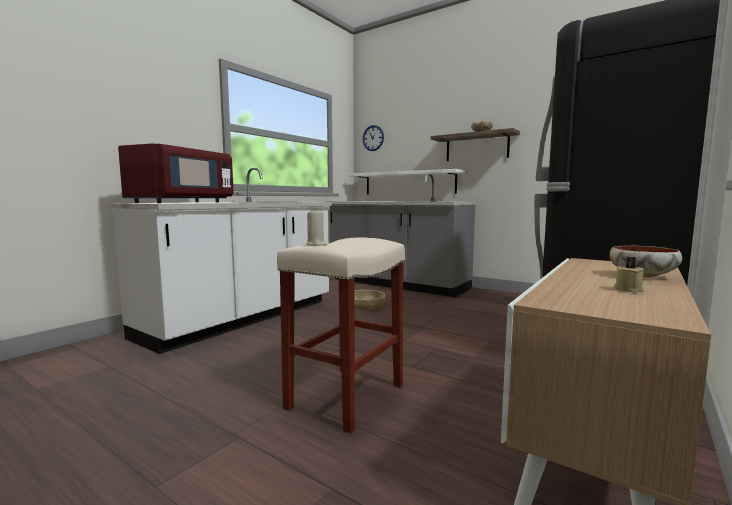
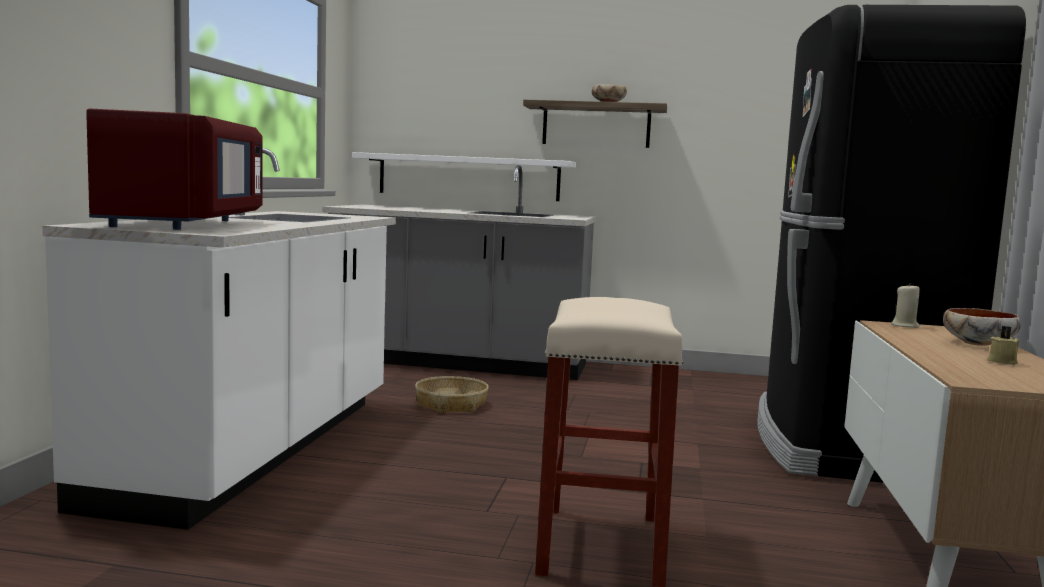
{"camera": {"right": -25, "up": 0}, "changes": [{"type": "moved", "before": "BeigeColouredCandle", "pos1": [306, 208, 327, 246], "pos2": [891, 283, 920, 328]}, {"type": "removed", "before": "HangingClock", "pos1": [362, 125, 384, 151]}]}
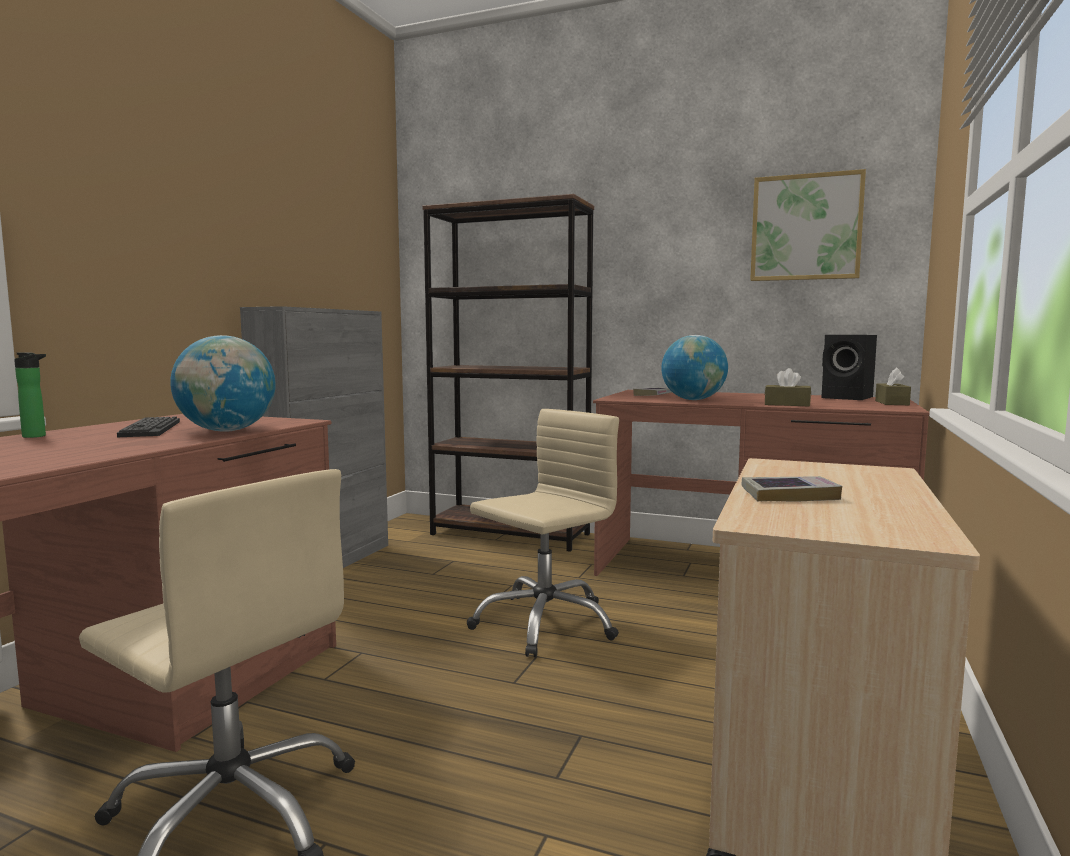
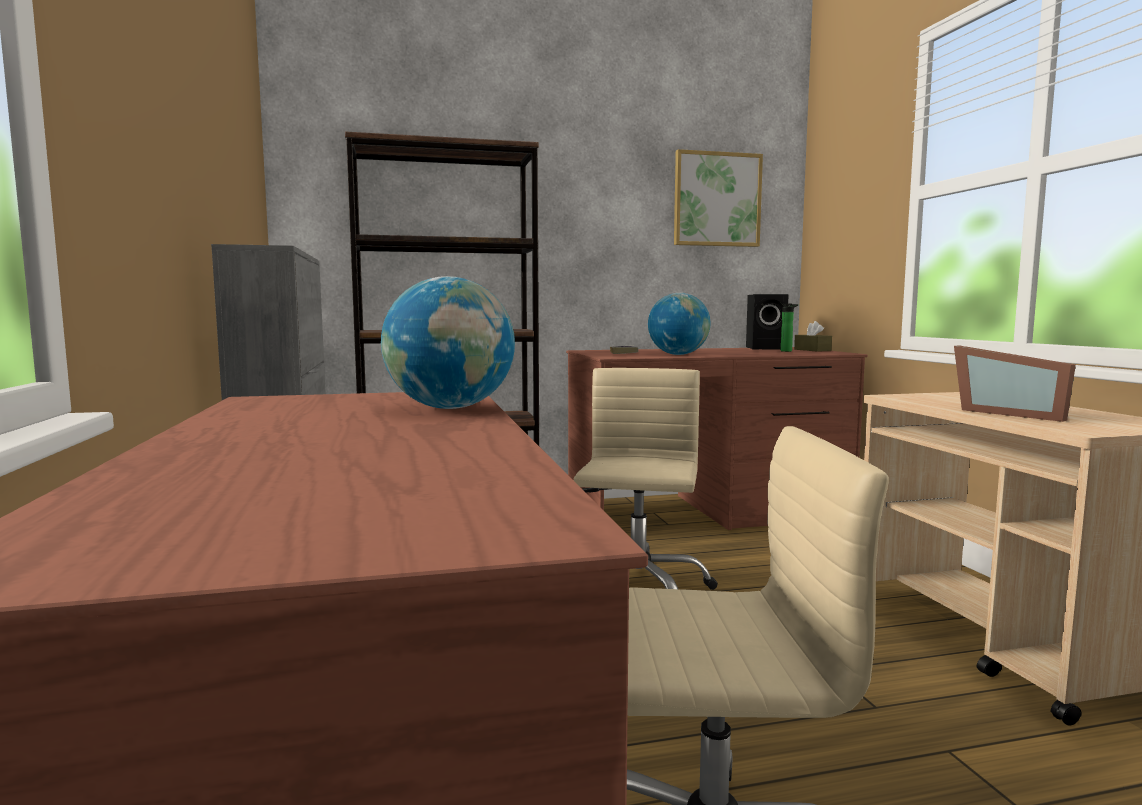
{"camera": {"right": -35, "up": 0}, "changes": [{"type": "moved", "before": "DrinkBottle", "pos1": [14, 352, 46, 438], "pos2": [781, 303, 798, 352]}, {"type": "removed", "before": "PcKeyboard", "pos1": [117, 416, 180, 437]}, {"type": "replaced", "before": "BoundBook", "after": "PictureFrame", "pos1": [741, 476, 842, 502], "pos2": [954, 345, 1076, 422]}, {"type": "removed", "before": "BrownBoxOfTissues", "pos1": [764, 368, 811, 407]}]}
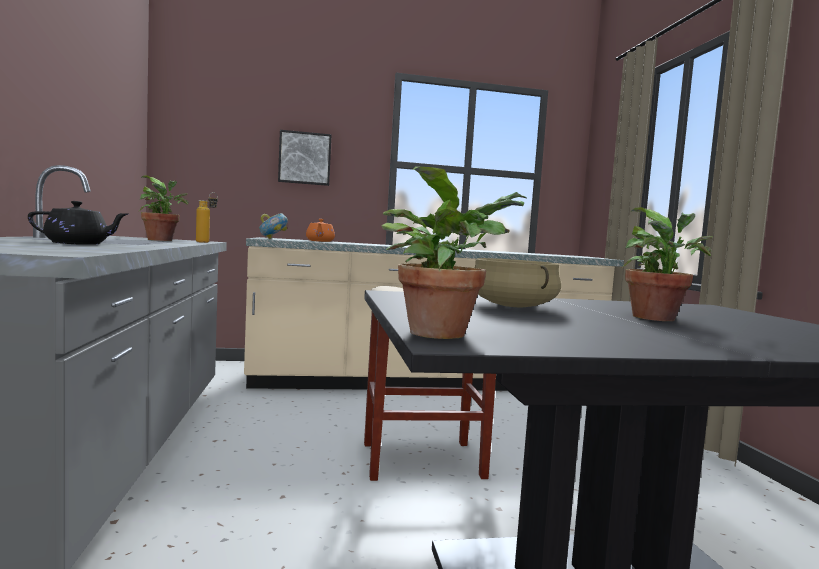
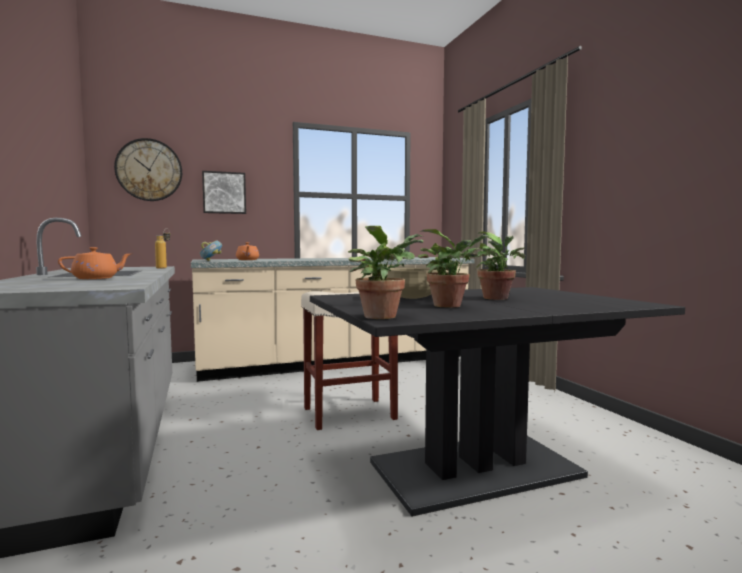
{"camera": {"right": -10, "up": 0}, "changes": [{"type": "recoloured", "before": "BlackishPotForTea", "after": "OrangeyPotForTea", "pos1": [28, 201, 128, 245], "pos2": [58, 247, 131, 279]}, {"type": "moved", "before": "PlantInAPot", "pos1": [138, 176, 189, 241], "pos2": [418, 229, 490, 308]}, {"type": "added", "after": "HangingClock", "pos2": [114, 138, 182, 201]}]}
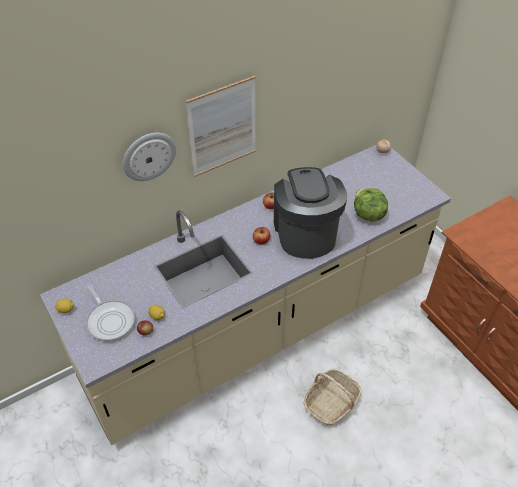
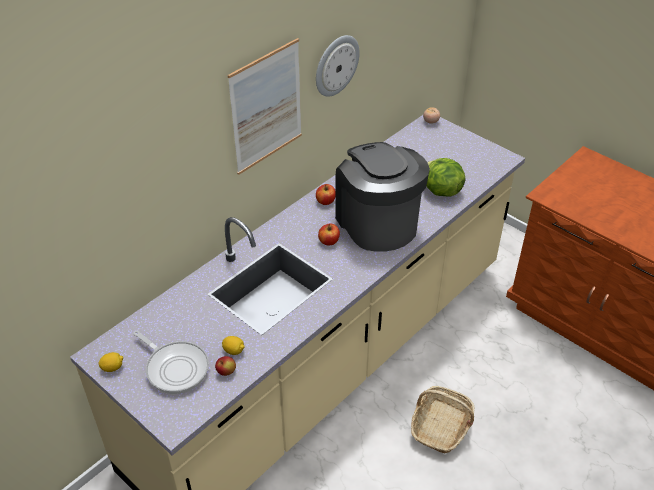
{"camera": {"right": -15, "up": -5}, "changes": [{"type": "moved", "before": "HangingClock", "pos1": [123, 133, 176, 181], "pos2": [316, 35, 360, 97]}]}
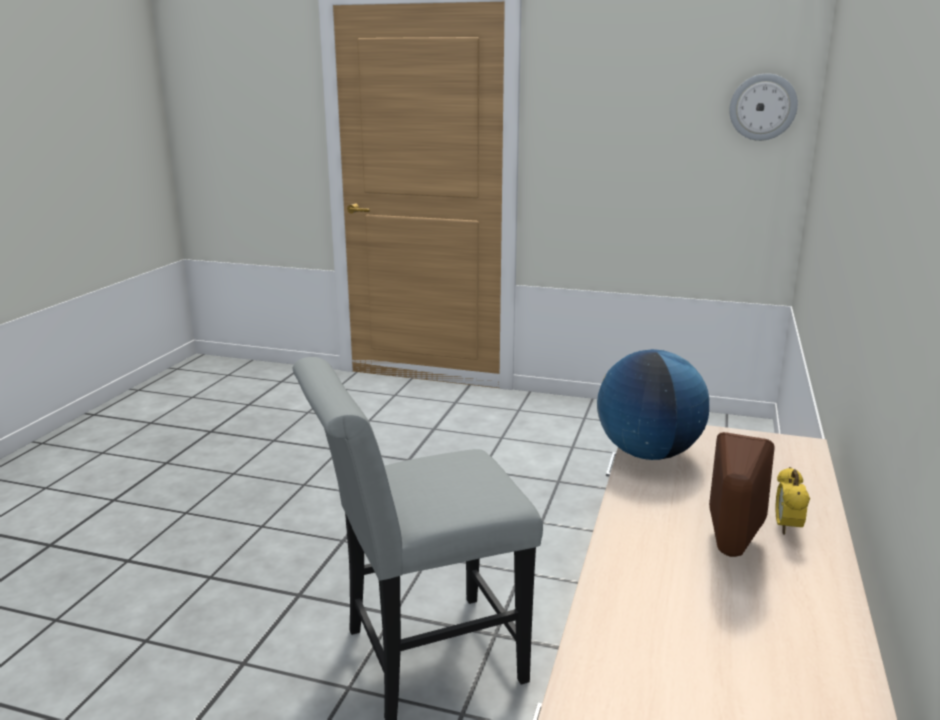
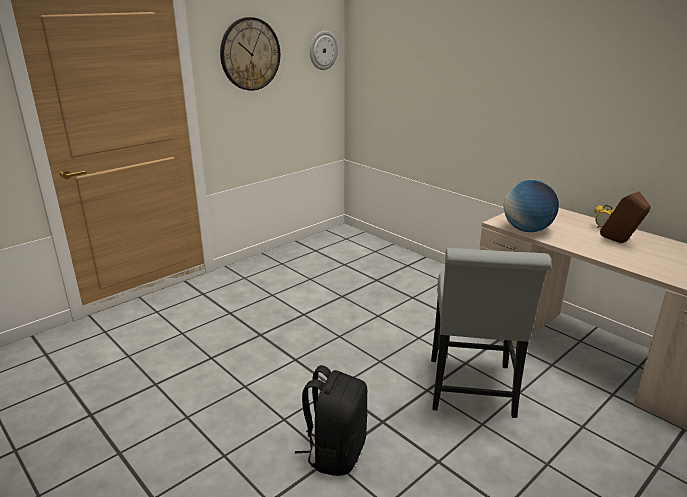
{"camera": {"right": -60, "up": 5}, "changes": [{"type": "added", "after": "HangingClock", "pos2": [220, 17, 280, 91]}, {"type": "added", "after": "BlackishBackpack", "pos2": [295, 365, 368, 476]}]}
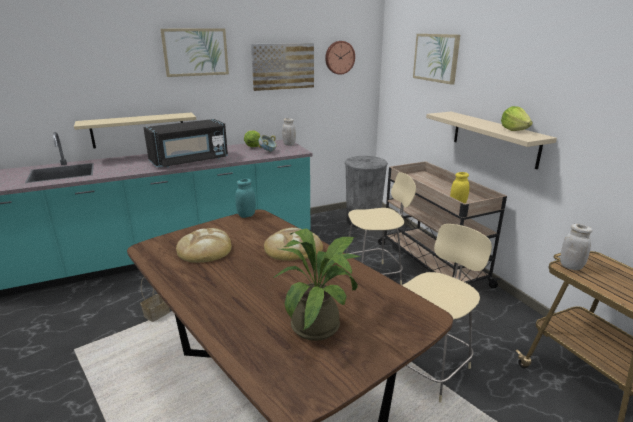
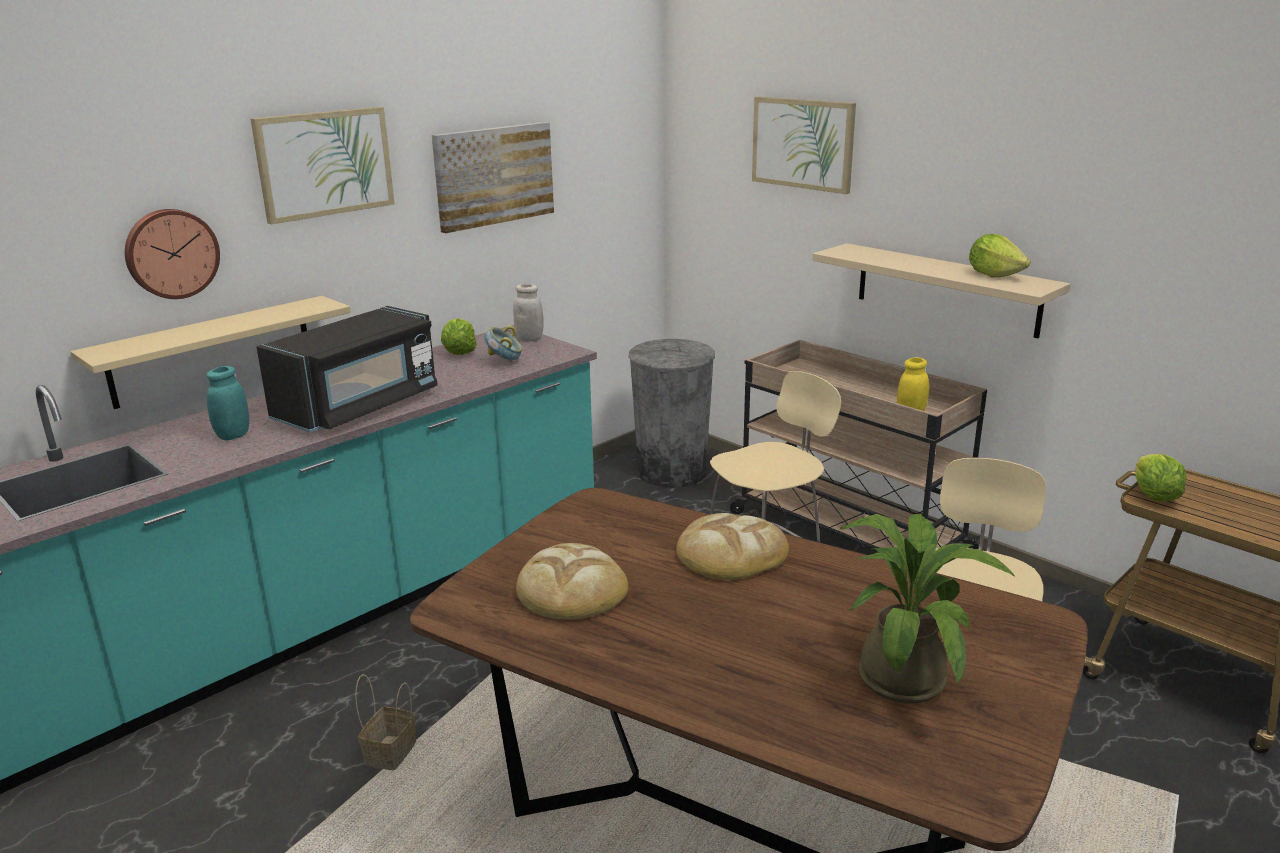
{"camera": {"right": -20, "up": 0}, "changes": [{"type": "moved", "before": "BlueGreenPreserveJar", "pos1": [235, 179, 256, 218], "pos2": [206, 366, 249, 441]}, {"type": "moved", "before": "HangingClock", "pos1": [325, 41, 355, 75], "pos2": [125, 209, 220, 299]}, {"type": "replaced", "before": "WhiteColouredPreserveJar", "after": "HeadOfLettuce", "pos1": [560, 224, 592, 270], "pos2": [1135, 454, 1187, 501]}]}
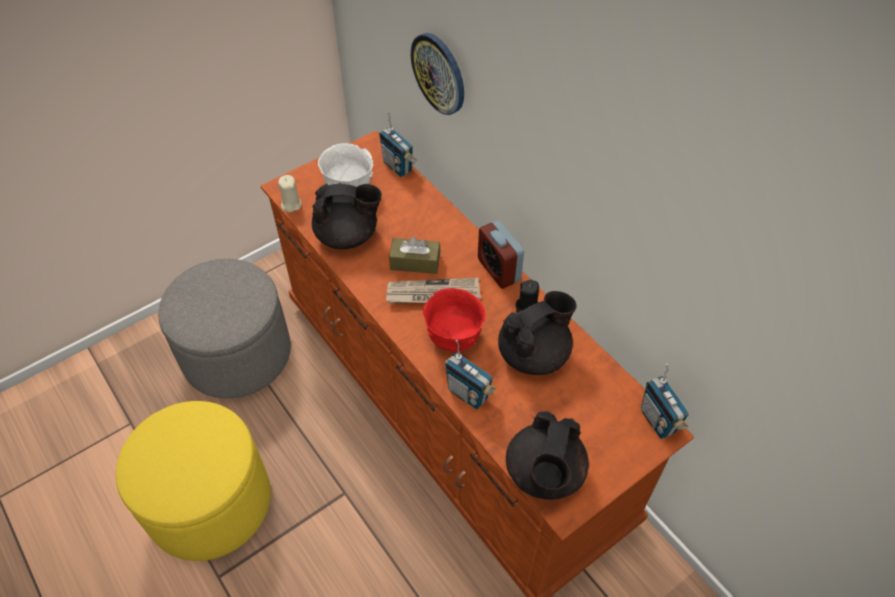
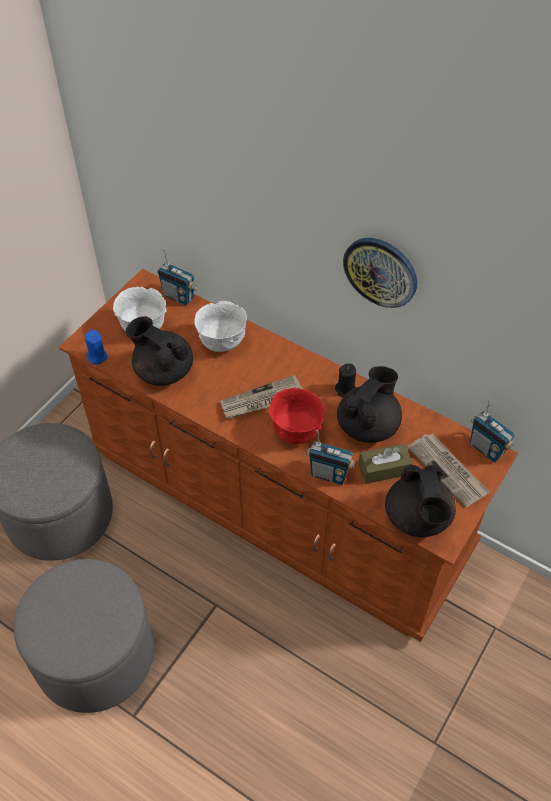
{"camera": {"right": -20, "up": 0}, "changes": [{"type": "recoloured", "before": "YellowColouredFootrest", "after": "GreyishFootrest", "pos1": [116, 401, 271, 561], "pos2": [14, 559, 154, 713]}, {"type": "recoloured", "before": "BeigeColouredCandle", "after": "BlueCandle", "pos1": [278, 175, 301, 212], "pos2": [84, 330, 107, 365]}, {"type": "turned", "before": "BlackishPotForTea", "pos1": [312, 184, 382, 249], "pos2": [126, 317, 193, 386], "turn": -120}, {"type": "moved", "before": "BrownBoxOfTissues", "pos1": [389, 237, 441, 274], "pos2": [358, 444, 413, 484]}, {"type": "moved", "before": "HangingClock", "pos1": [411, 33, 464, 115], "pos2": [343, 238, 417, 308]}, {"type": "removed", "before": "AlarmClock", "pos1": [478, 220, 524, 289]}, {"type": "added", "after": "WhiteColouredBowl", "pos2": [194, 301, 247, 352]}, {"type": "added", "after": "PrintedPaper", "pos2": [407, 434, 490, 507]}]}
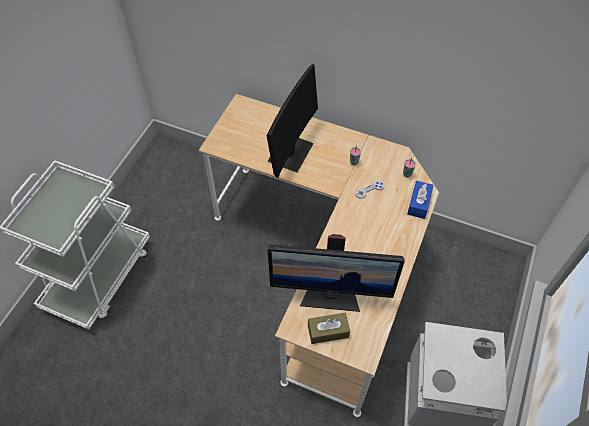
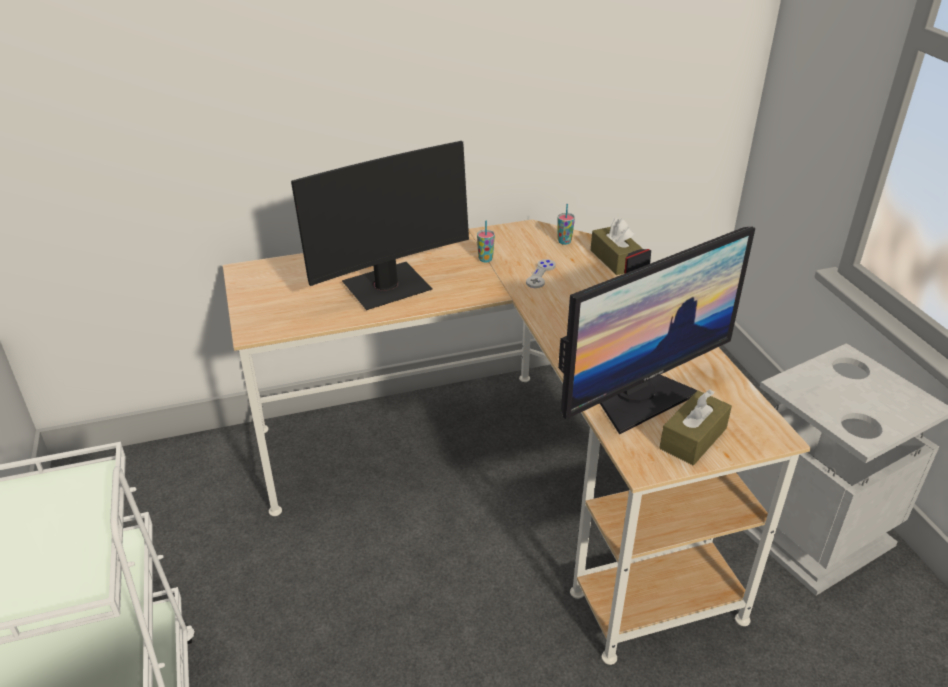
{"camera": {"right": -40, "up": -20}, "changes": [{"type": "turned", "before": "Monitor", "pos1": [266, 64, 318, 178], "pos2": [291, 141, 469, 310], "turn": 75}, {"type": "recoloured", "before": "BlueBoxOfTissues", "after": "BrownBoxOfTissues", "pos1": [407, 181, 434, 219], "pos2": [591, 218, 643, 275]}]}
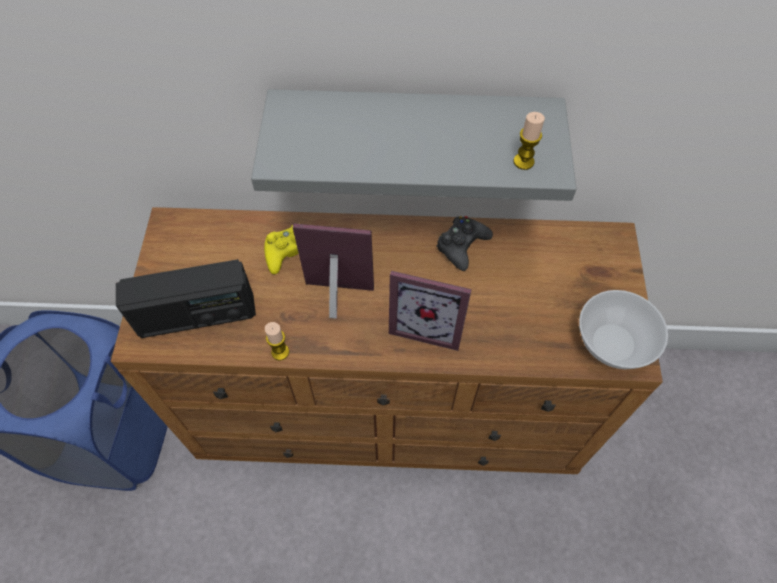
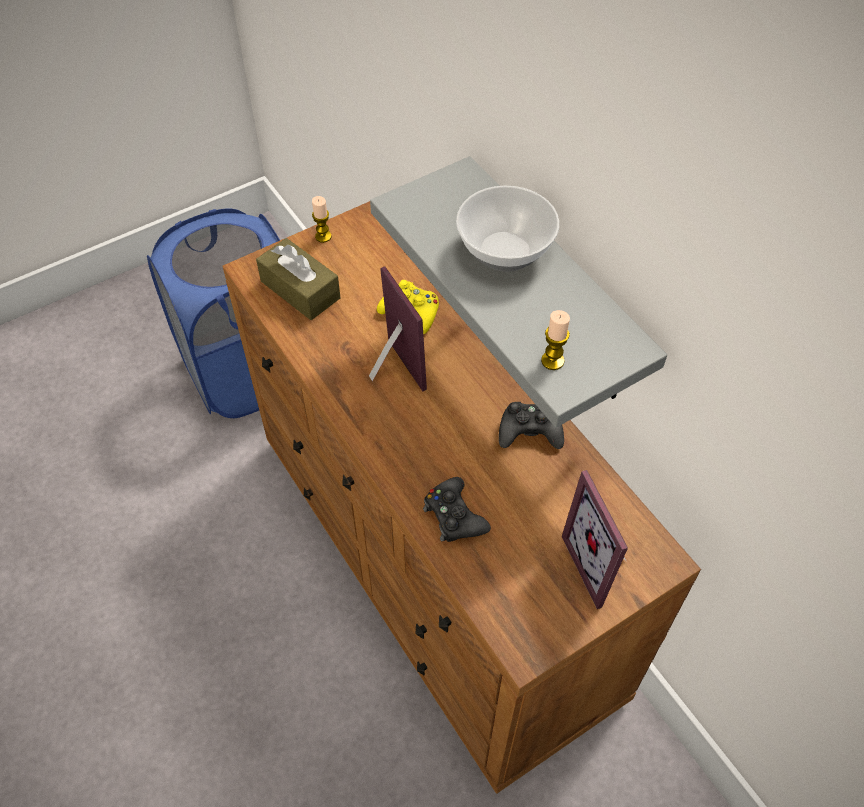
{"camera": {"right": 55, "up": -5}, "changes": [{"type": "replaced", "before": "RadioReceiver", "after": "BrownBoxOfTissues", "pos1": [116, 259, 256, 338], "pos2": [256, 238, 340, 320]}, {"type": "moved", "before": "Candle", "pos1": [265, 322, 289, 360], "pos2": [312, 196, 332, 243]}, {"type": "moved", "before": "PictureFrame", "pos1": [389, 271, 472, 351], "pos2": [562, 470, 628, 609]}, {"type": "moved", "before": "Bowl", "pos1": [579, 290, 668, 369], "pos2": [456, 186, 559, 272]}, {"type": "added", "after": "BlackishJoypad", "pos2": [423, 477, 491, 542]}]}
